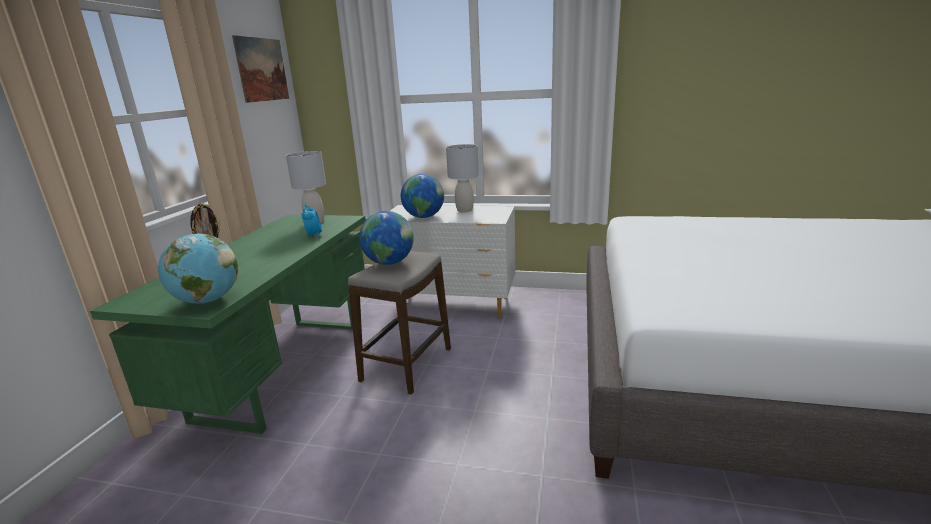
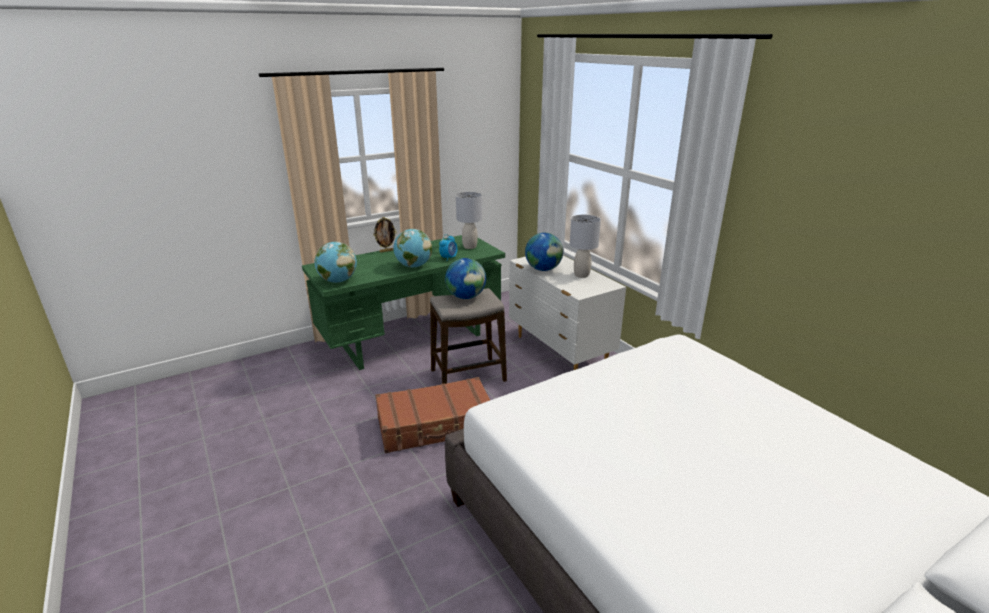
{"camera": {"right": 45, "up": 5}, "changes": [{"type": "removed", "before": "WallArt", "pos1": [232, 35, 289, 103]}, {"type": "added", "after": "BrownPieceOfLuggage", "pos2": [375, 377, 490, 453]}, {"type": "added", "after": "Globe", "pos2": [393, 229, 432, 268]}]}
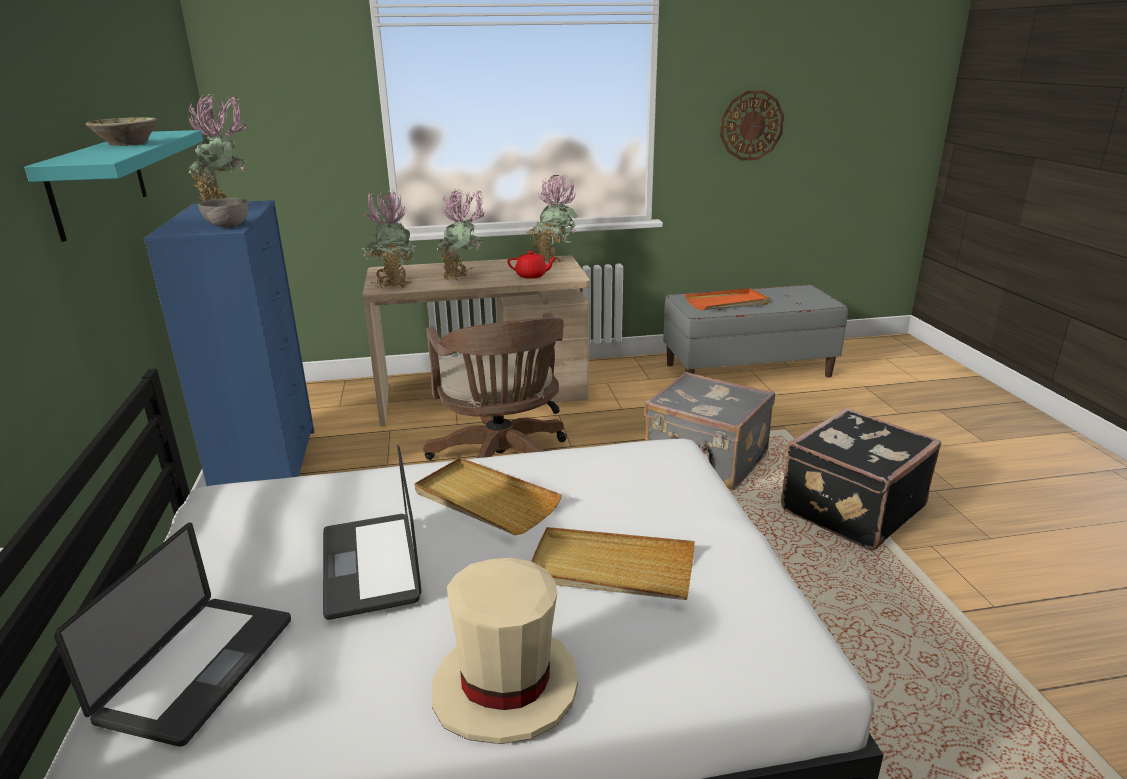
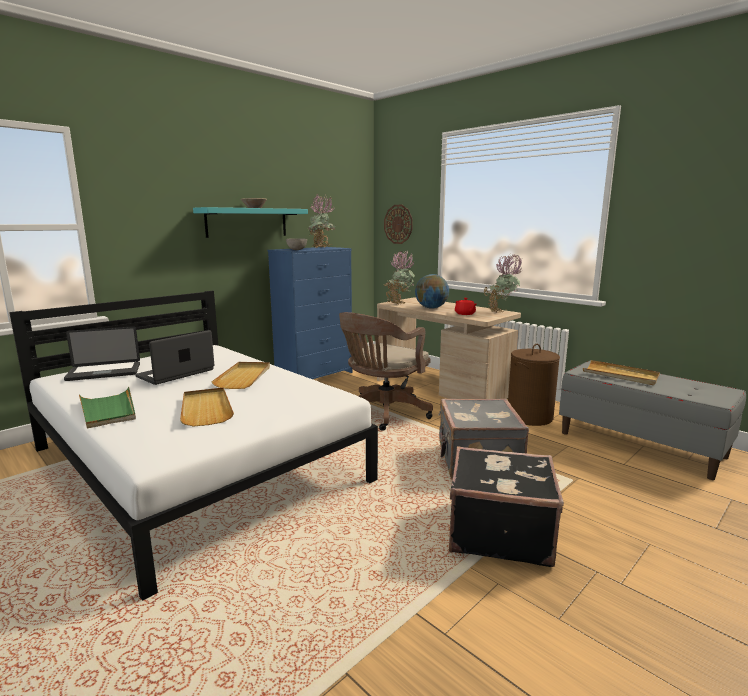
{"camera": {"right": 55, "up": -10}, "changes": [{"type": "replaced", "before": "BeigeColouredClothingHat", "after": "GreenColouredServingTray", "pos1": [432, 558, 578, 744], "pos2": [79, 387, 136, 428]}, {"type": "replaced", "before": "PlantInAPot", "after": "Globe", "pos1": [436, 189, 485, 280], "pos2": [415, 274, 449, 309]}, {"type": "recoloured", "before": "OrangeyServingTray", "after": "BeigeColouredServingTray", "pos1": [685, 288, 770, 310], "pos2": [583, 360, 660, 385]}, {"type": "moved", "before": "HangingClock", "pos1": [720, 90, 784, 161], "pos2": [384, 205, 413, 244]}, {"type": "added", "after": "BrownHamper", "pos2": [508, 344, 560, 426]}]}
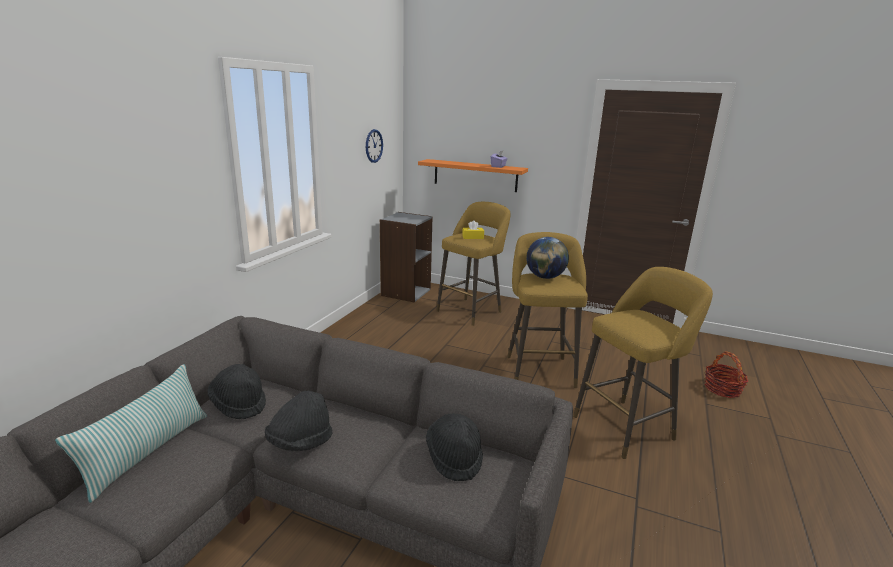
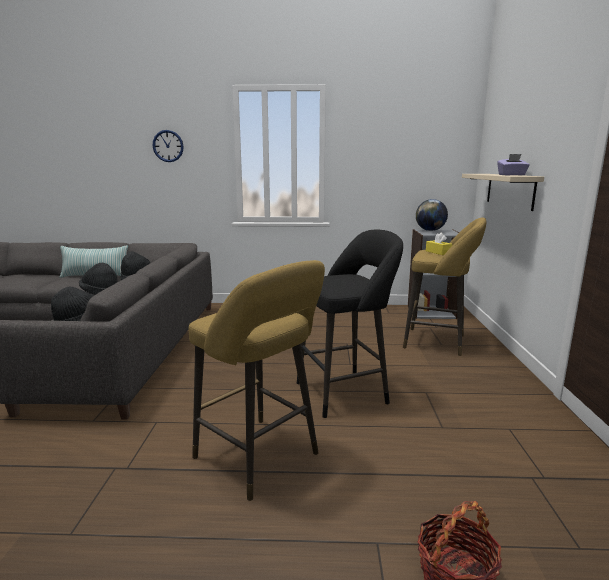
{"camera": {"right": 70, "up": -5}, "changes": [{"type": "moved", "before": "HangingClock", "pos1": [366, 129, 383, 163], "pos2": [153, 130, 184, 162]}, {"type": "recoloured", "before": "OrangeyWallShelf", "after": "BeigeColouredWallShelf", "pos1": [418, 159, 528, 192], "pos2": [462, 174, 544, 211]}, {"type": "recoloured", "before": "YellowColouredStool", "after": "BlackishStool", "pos1": [507, 232, 588, 388], "pos2": [297, 230, 403, 418]}, {"type": "moved", "before": "Globe", "pos1": [526, 237, 569, 279], "pos2": [416, 199, 448, 231]}]}
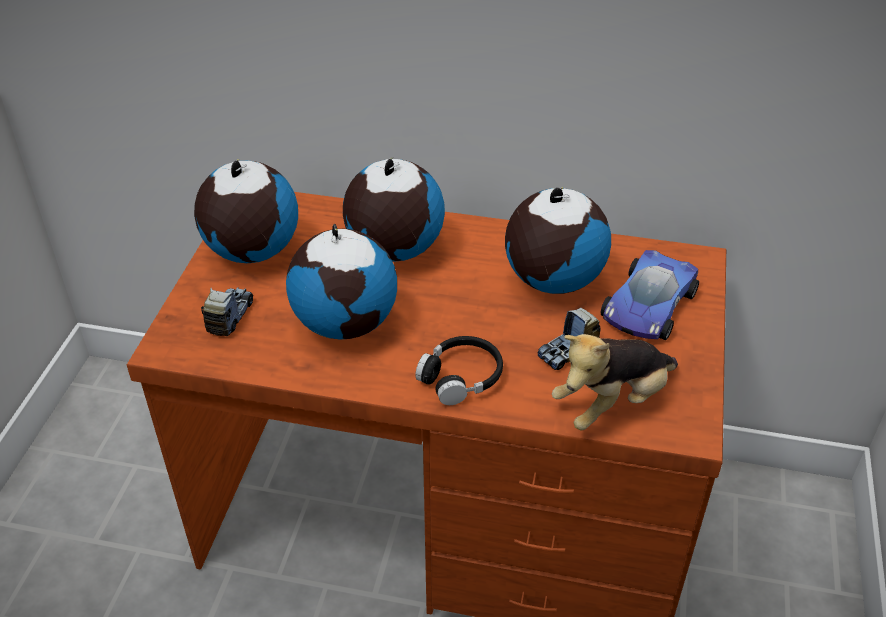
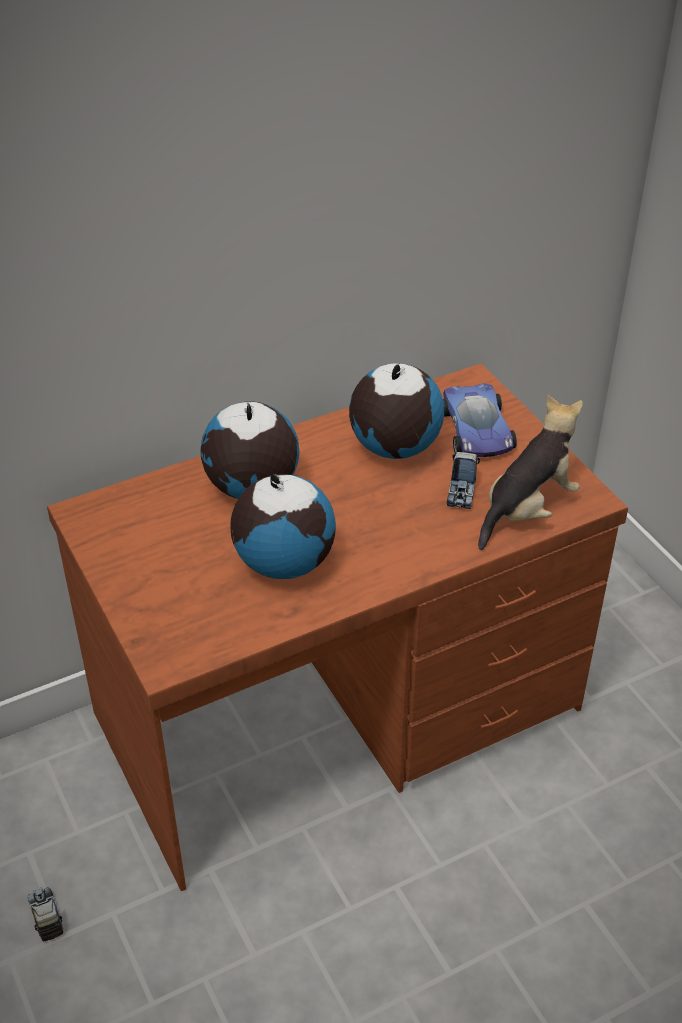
{"camera": {"right": -40, "up": 0}, "changes": [{"type": "removed", "before": "Globe", "pos1": [194, 159, 298, 263]}, {"type": "moved", "before": "ToyTruck", "pos1": [201, 287, 253, 336], "pos2": [28, 887, 64, 941]}, {"type": "removed", "before": "BlackishPairOfHeadphones", "pos1": [415, 336, 503, 405]}, {"type": "turned", "before": "CuddlyToy", "pos1": [552, 334, 678, 430], "pos2": [478, 395, 583, 550], "turn": -150}]}
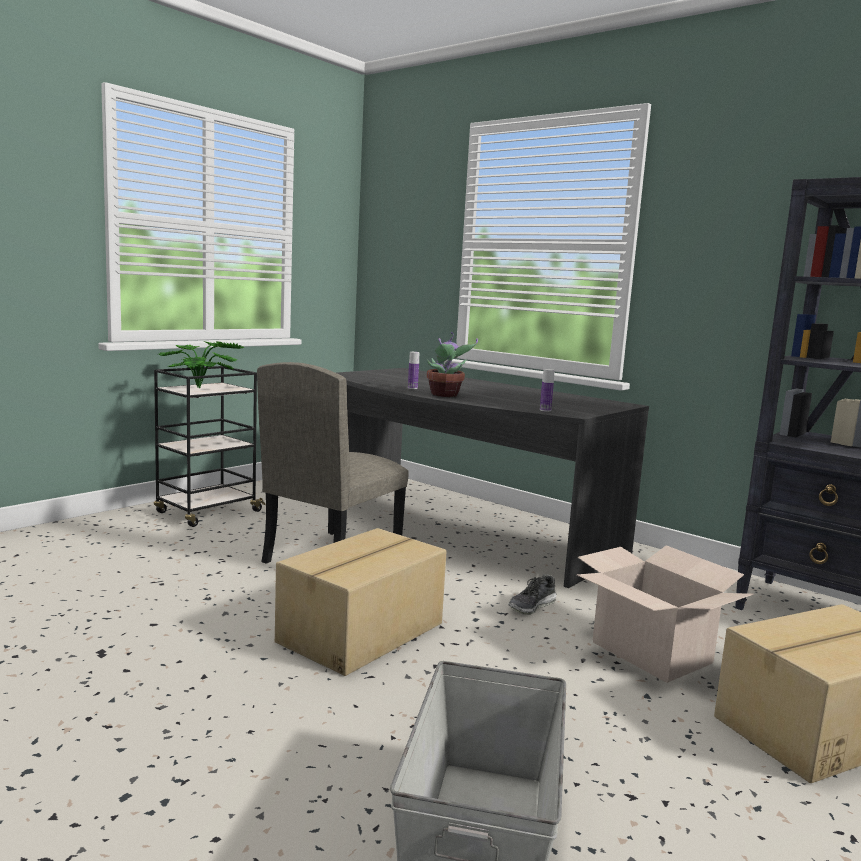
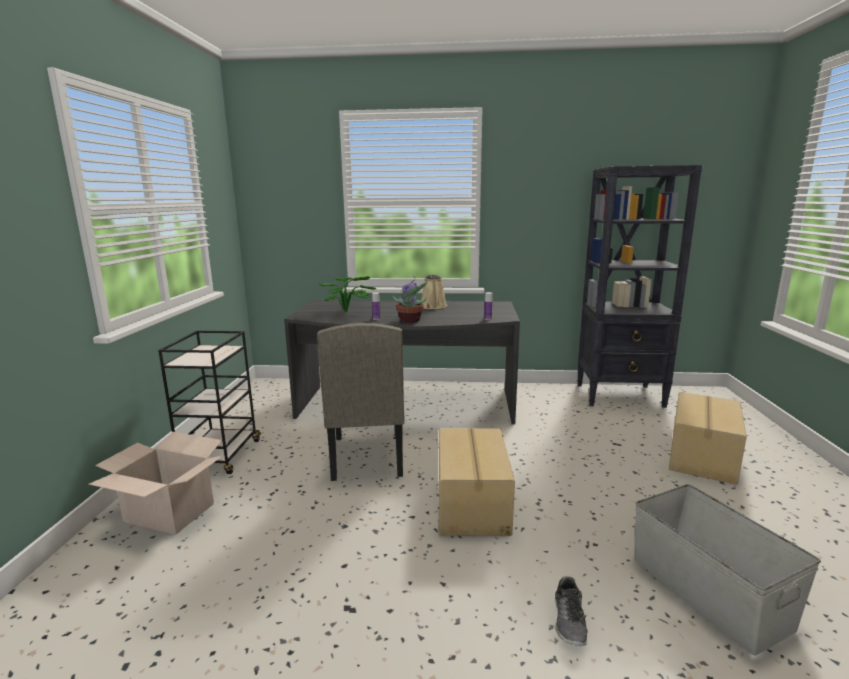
{"camera": {"right": -35, "up": 5}, "changes": [{"type": "moved", "before": "PlantInAPot", "pos1": [158, 341, 244, 388], "pos2": [319, 276, 376, 312]}, {"type": "moved", "before": "LowShoe", "pos1": [508, 574, 557, 615], "pos2": [555, 576, 588, 646]}, {"type": "moved", "before": "CardboardBox", "pos1": [576, 545, 754, 683], "pos2": [89, 432, 224, 535]}, {"type": "added", "after": "BeigeColouredWateringCan", "pos2": [421, 275, 447, 309]}]}
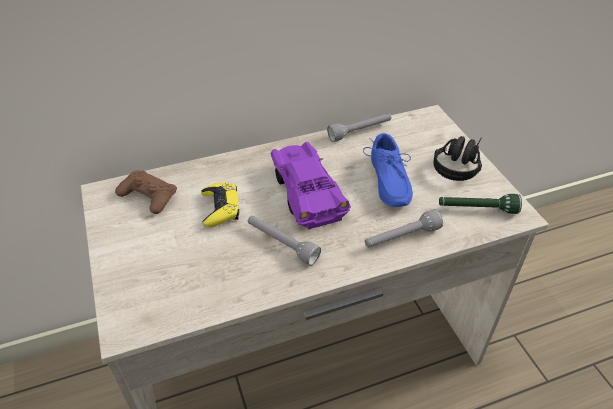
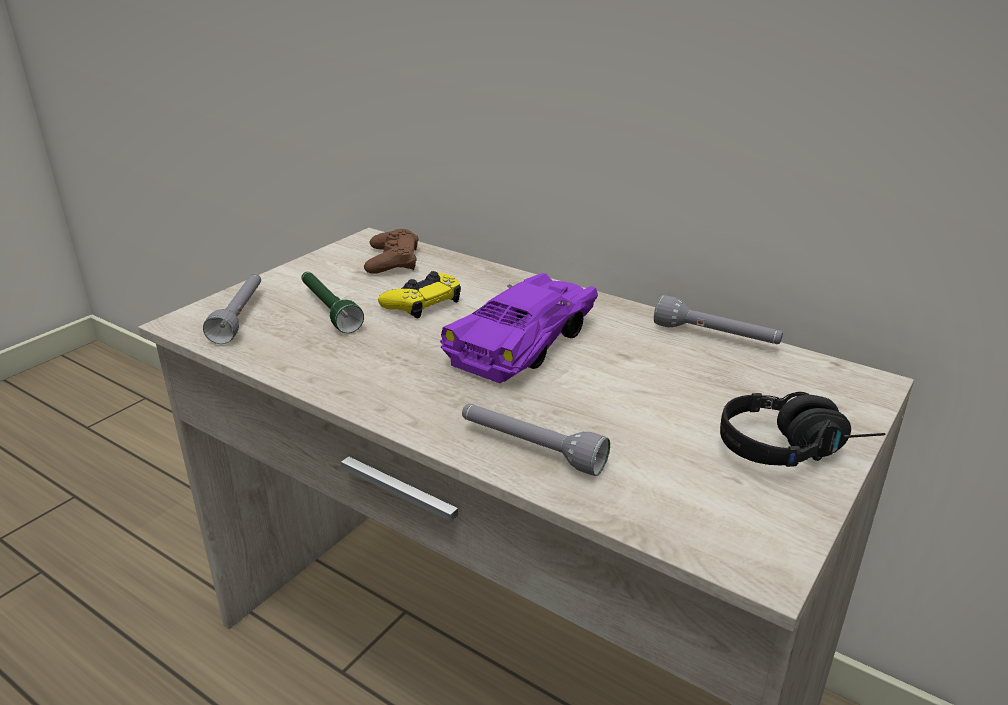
{"camera": {"right": 55, "up": -15}, "changes": [{"type": "moved", "before": "GreyishTorch", "pos1": [248, 216, 321, 265], "pos2": [203, 274, 261, 344]}, {"type": "removed", "before": "BlueLowShoe", "pos1": [363, 133, 413, 207]}, {"type": "moved", "before": "GreenColouredTorch", "pos1": [439, 194, 522, 214], "pos2": [301, 272, 364, 333]}]}
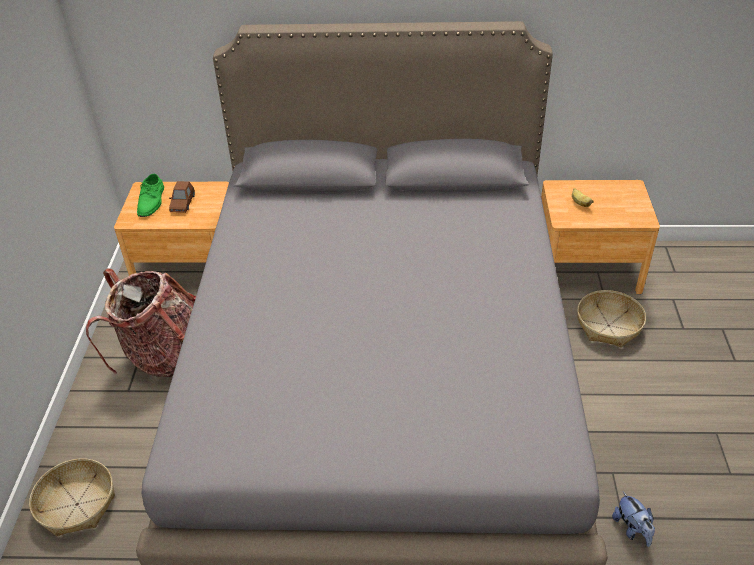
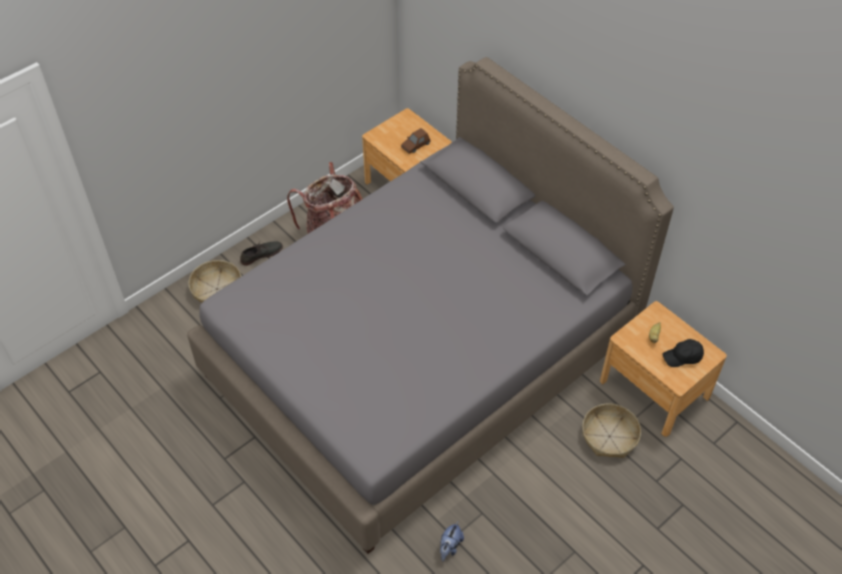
{"camera": {"right": 45, "up": 10}, "changes": [{"type": "removed", "before": "GreenColouredLowShoe", "pos1": [137, 174, 164, 217]}, {"type": "added", "after": "GreyishLowShoe", "pos2": [240, 241, 283, 266]}, {"type": "added", "after": "BlackishBaseballCap", "pos2": [662, 339, 704, 367]}]}
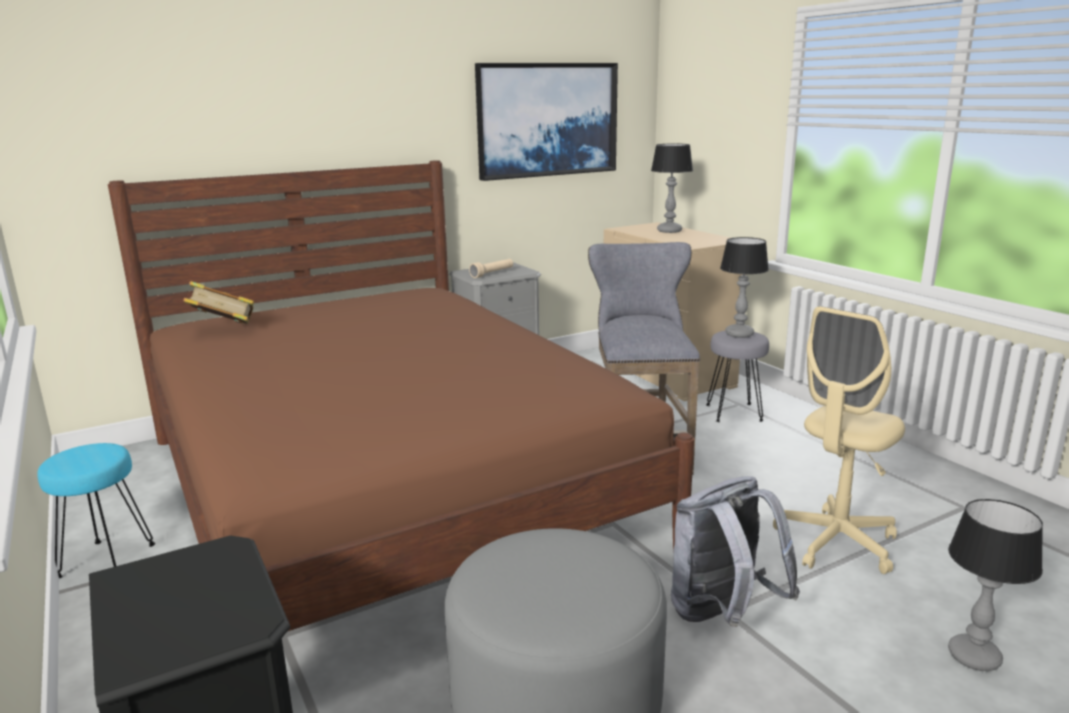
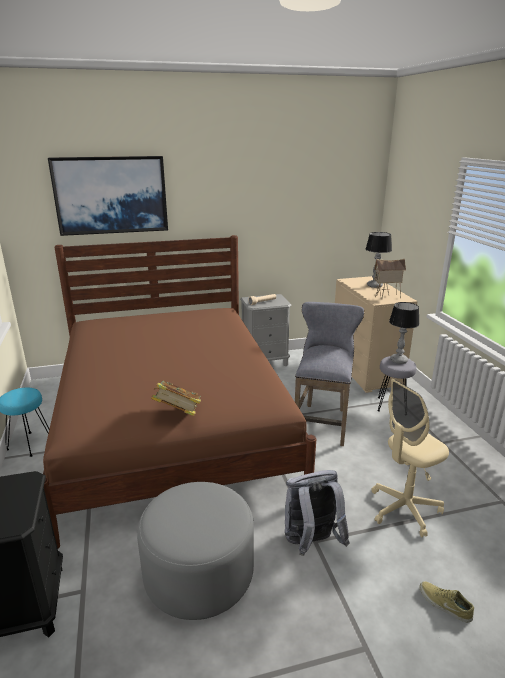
{"camera": {"right": 15, "up": 5}, "changes": [{"type": "moved", "before": "BoundBook", "pos1": [183, 281, 254, 324], "pos2": [151, 381, 201, 416]}, {"type": "moved", "before": "WallArt", "pos1": [475, 63, 618, 181], "pos2": [48, 156, 168, 236]}, {"type": "replaced", "before": "LampForATable", "after": "BeigeColouredLowShoe", "pos1": [948, 499, 1043, 671], "pos2": [420, 581, 474, 622]}, {"type": "added", "after": "ToyHouse", "pos2": [374, 259, 406, 299]}]}
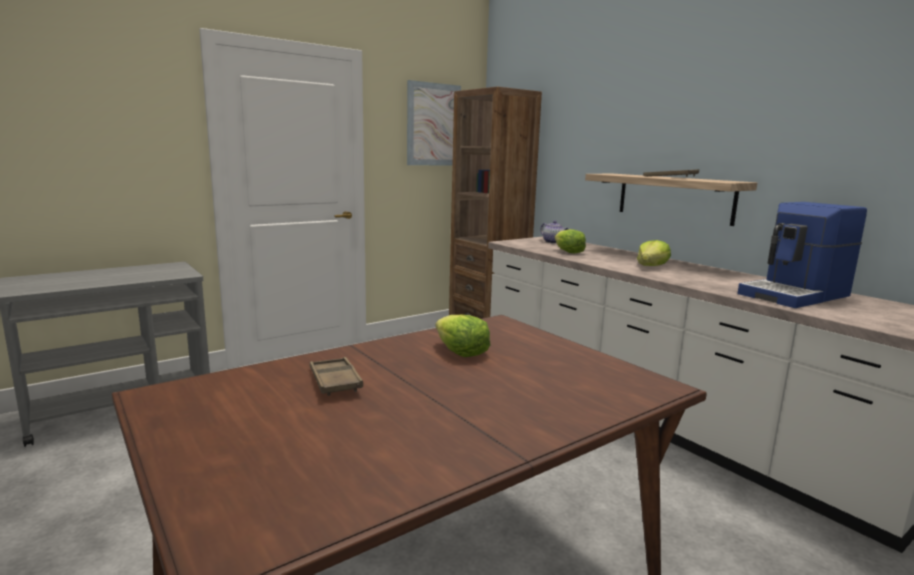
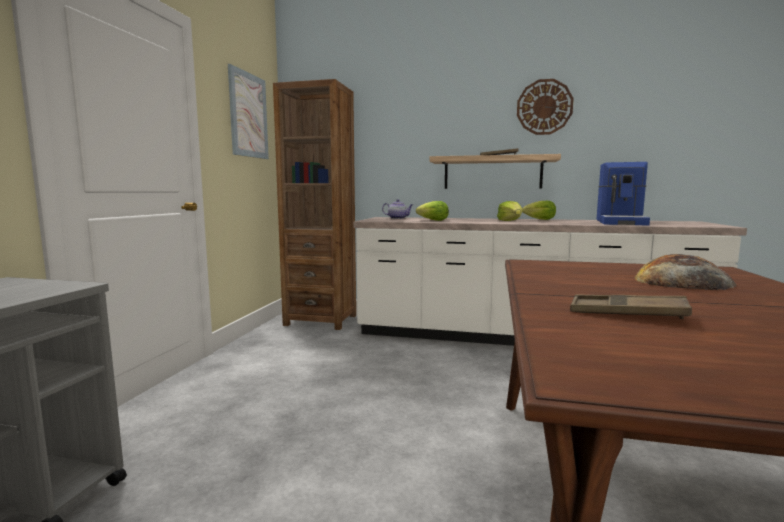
{"camera": {"right": -40, "up": -5}, "changes": [{"type": "moved", "before": "HeadOfLettuce", "pos1": [435, 315, 491, 357], "pos2": [522, 201, 556, 220]}, {"type": "added", "after": "HangingClock", "pos2": [517, 79, 574, 135]}, {"type": "added", "after": "Bread", "pos2": [634, 254, 736, 290]}]}
